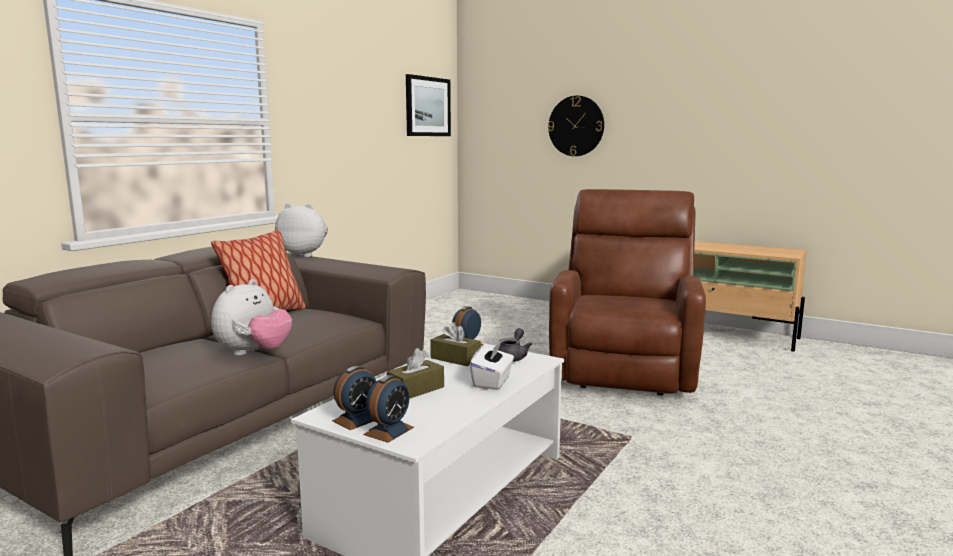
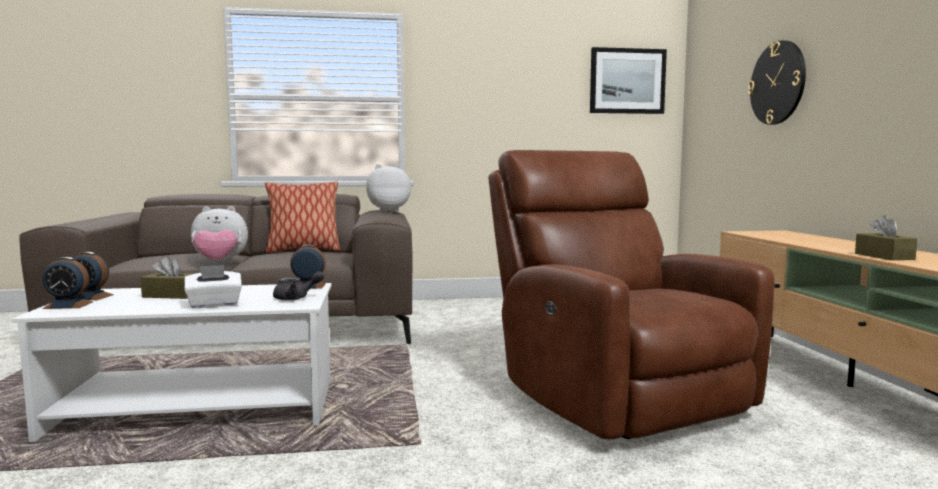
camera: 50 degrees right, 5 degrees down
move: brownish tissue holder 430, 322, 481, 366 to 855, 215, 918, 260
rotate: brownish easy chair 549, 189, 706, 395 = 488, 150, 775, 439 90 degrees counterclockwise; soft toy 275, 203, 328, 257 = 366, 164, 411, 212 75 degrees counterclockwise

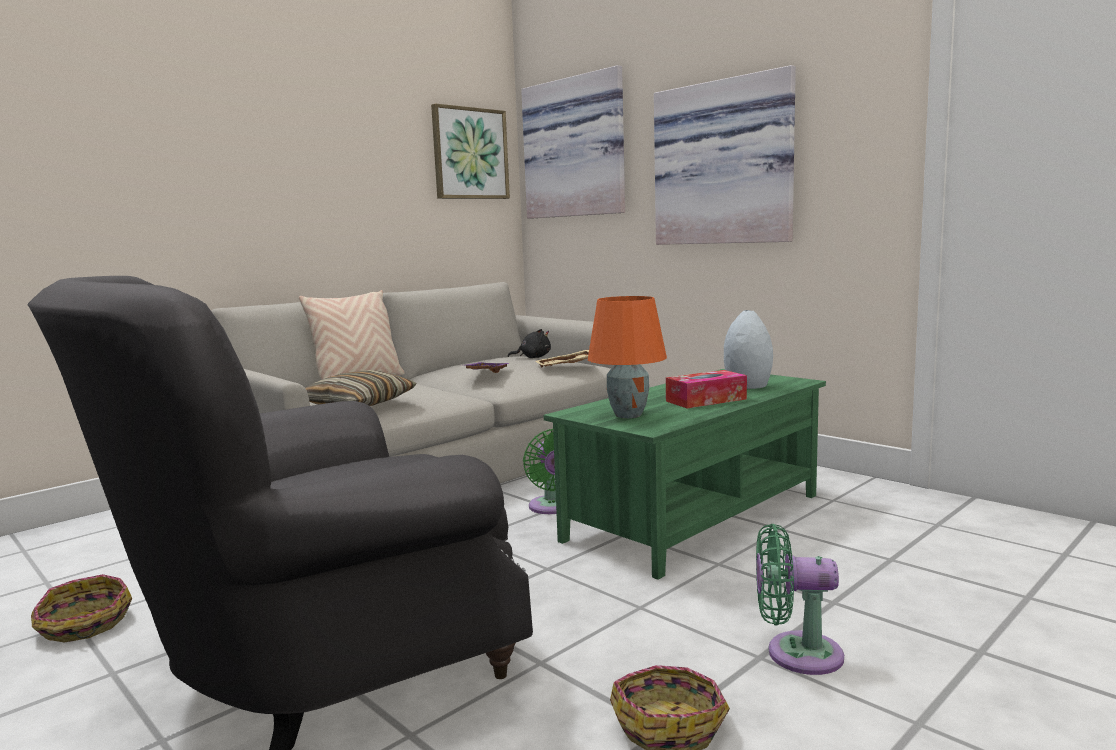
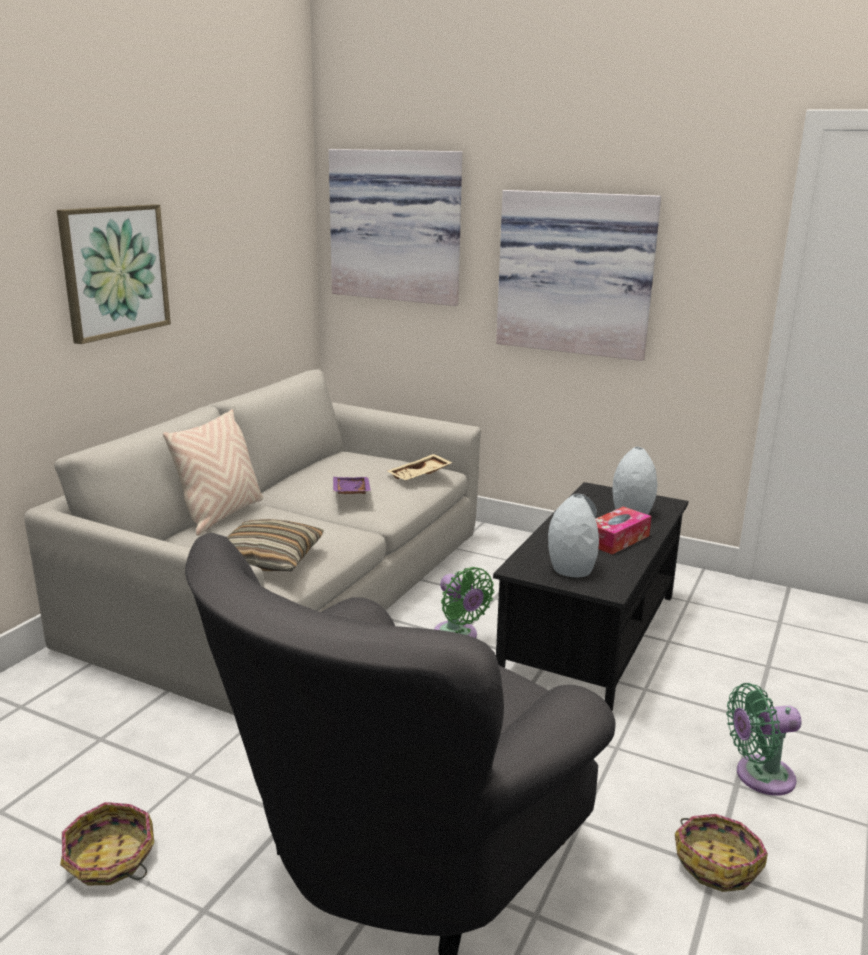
camera: 20 degrees left, 10 degrees up
delete: black-coloured soft toy 508, 329, 551, 358
move: wall art 431, 103, 510, 199 to 57, 204, 171, 344
replace: orangey tabletop lamp 588, 296, 667, 418 to gray vase 548, 494, 599, 577
recolor: greenish low table 544, 369, 826, 580 to black-coloured low table 493, 482, 688, 711

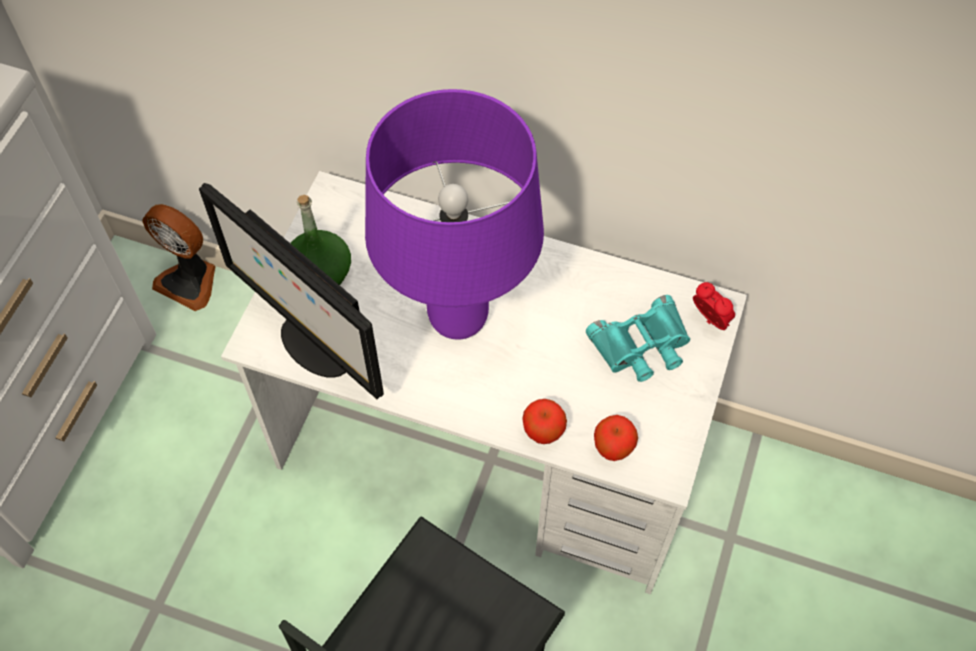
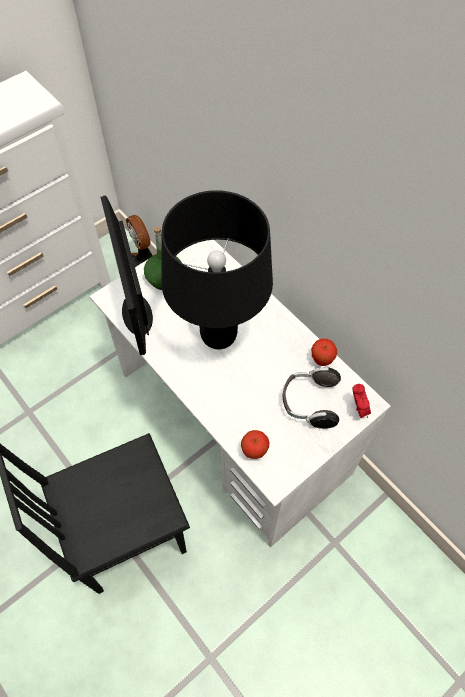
camera: 30 degrees right, 0 degrees up
move: whole apple 522, 399, 567, 444 to 311, 339, 337, 366
replace: blue-green binoculars 586, 295, 690, 382 to headphones 283, 367, 341, 429
recolor: purple-coloured tabletop lamp 365, 89, 544, 340 to black-coloured tabletop lamp 162, 190, 273, 349

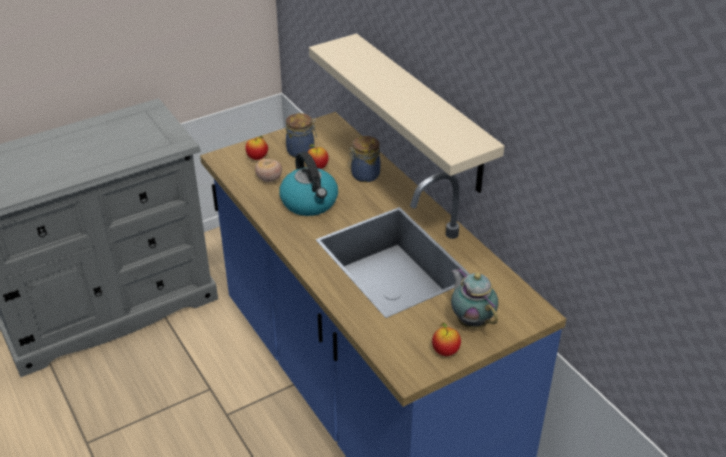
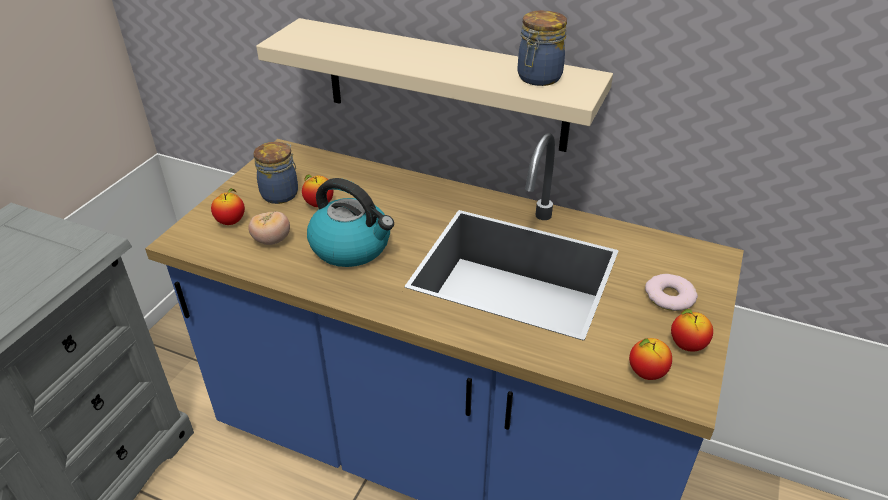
camera: 35 degrees left, 0 degrees up
insert: whole apple 629, 338, 672, 380
move: preserve jar 348, 136, 381, 182 to 518, 10, 567, 86
replace: teapot 451, 268, 498, 329 to doughnut 645, 274, 698, 311

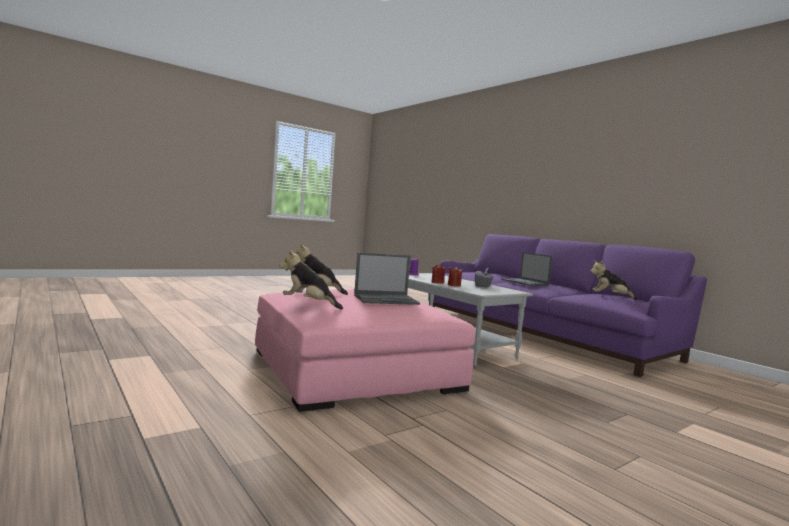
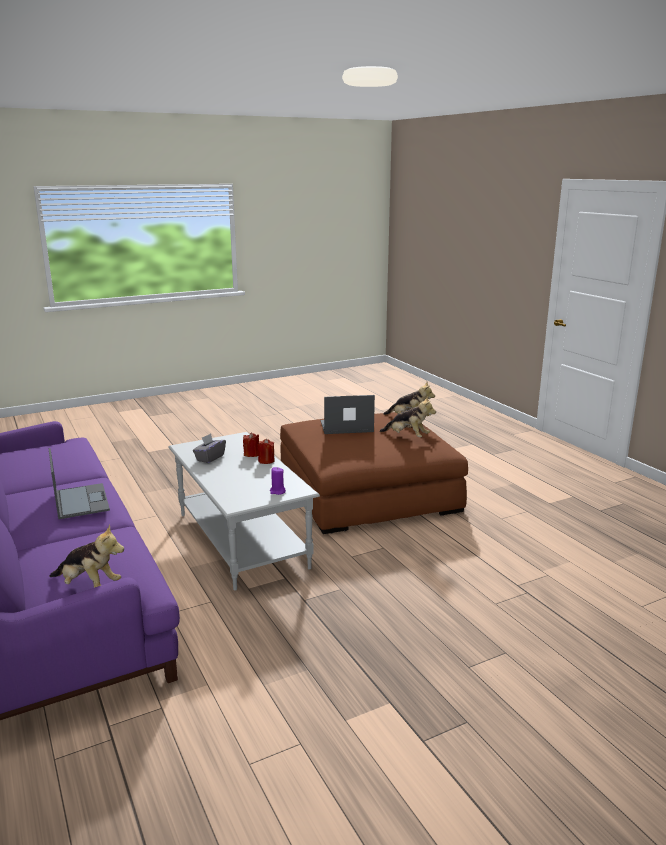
camera: 170 degrees left, 15 degrees up
move: soft toy 590, 260, 638, 300 to 49, 524, 124, 588
recolor: pinkish ottoman 255, 289, 475, 412 to brownish ottoman 280, 412, 468, 534

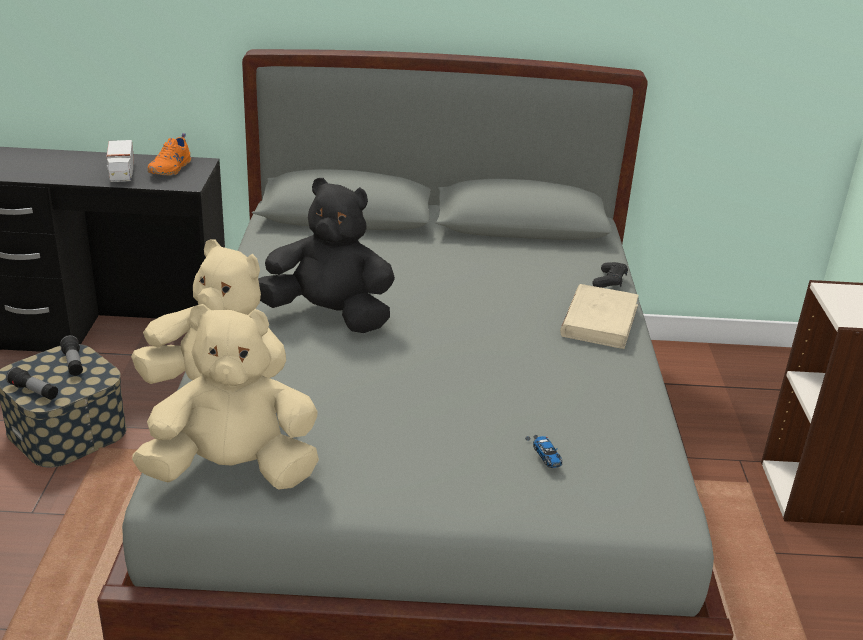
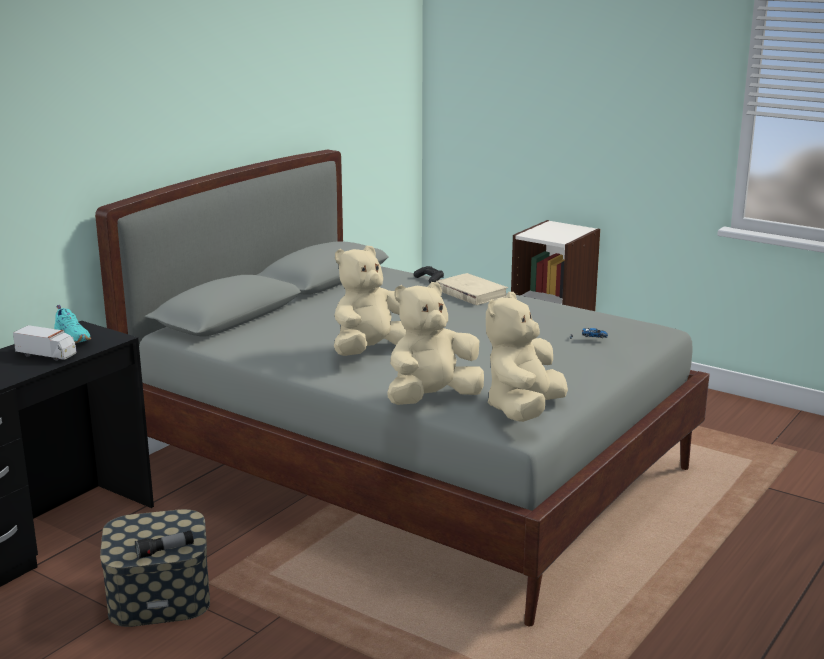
camera: 55 degrees left, 10 degrees down
delete: flashlight 60, 335, 83, 376
recolor: orangey item of footwear 148, 133, 191, 176 to blue-green item of footwear 54, 305, 91, 343; black-coloured soft toy 258, 178, 395, 333 to beige soft toy 334, 246, 406, 356

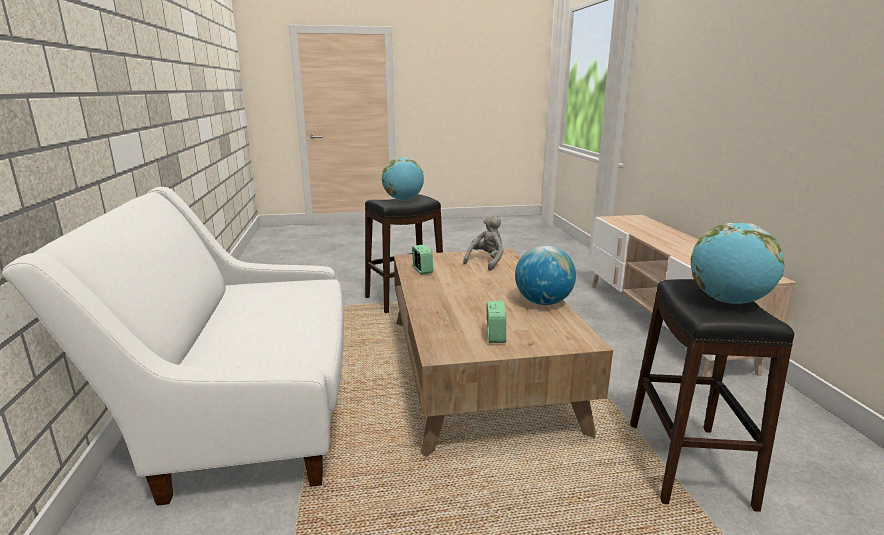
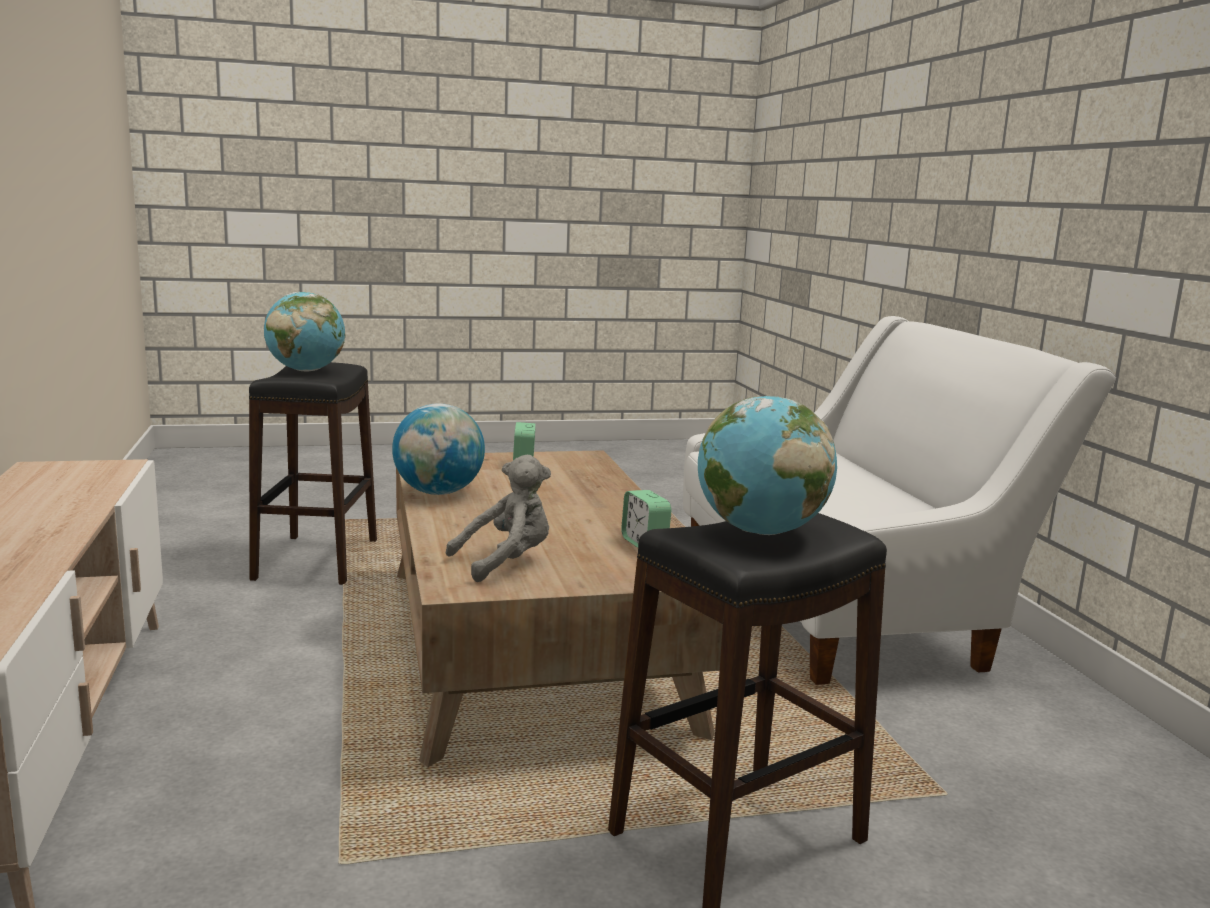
camera: 175 degrees right, 5 degrees down
rotate: gray soft toy 463, 214, 504, 271 = 446, 455, 551, 582 150 degrees counterclockwise

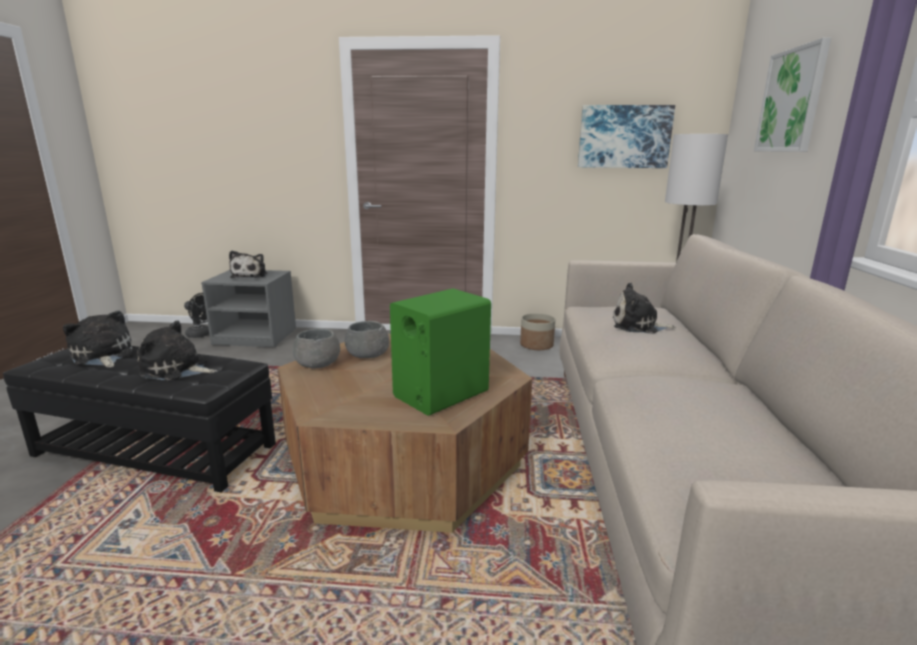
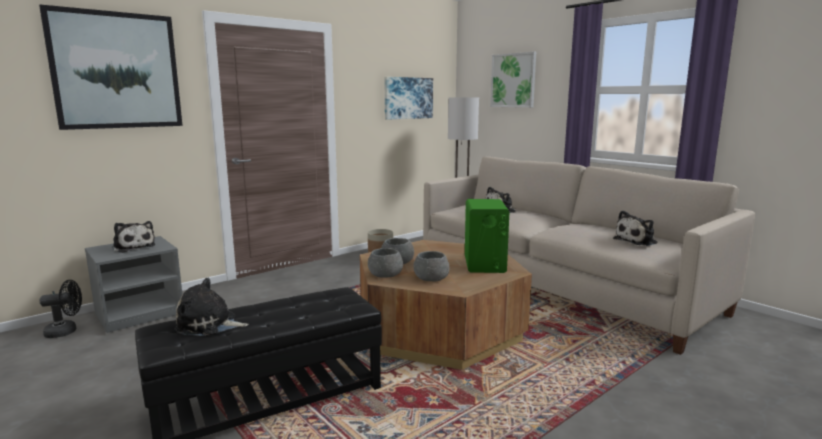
camera: 45 degrees left, 5 degrees down
insert: wall art 39, 5, 183, 130; gray deep dish 414, 251, 450, 281
move: soft toy 137, 320, 216, 380 to 613, 210, 657, 246

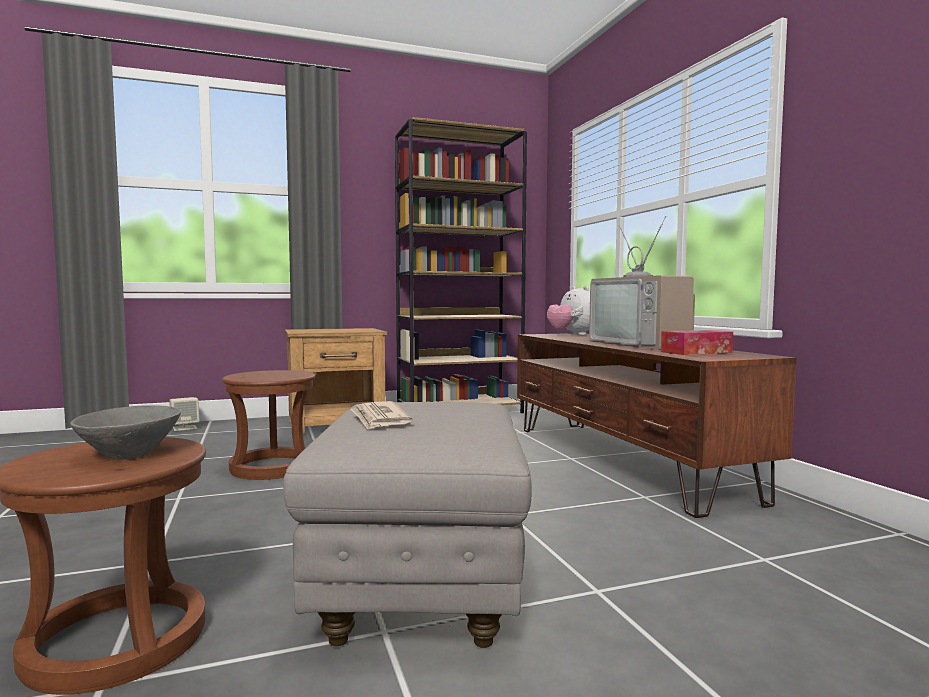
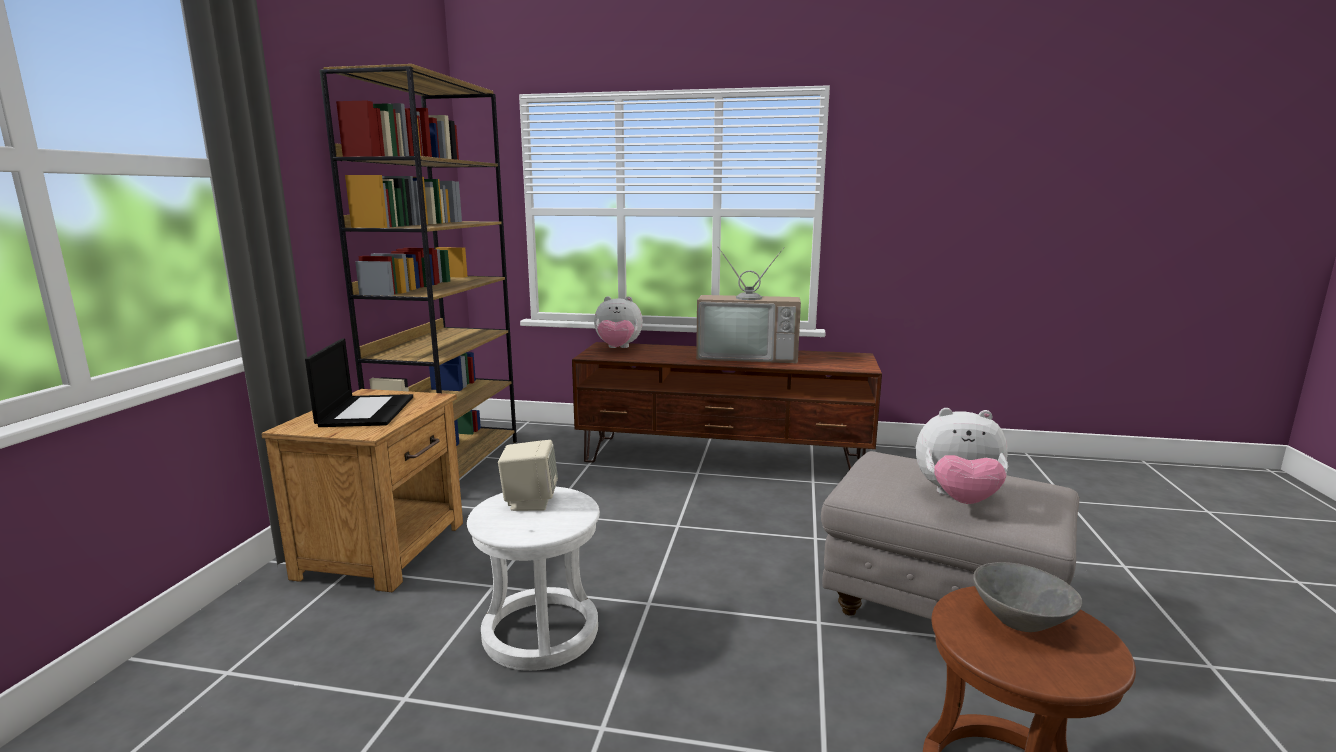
camera: 60 degrees left, 10 degrees up
delete: tissue holder 661, 330, 733, 355
insert: portable computer 305, 338, 413, 427
move: beige audio speaker 169, 397, 200, 431 to 498, 440, 558, 511
replace: printed paper 350, 401, 413, 430 to soft toy 916, 408, 1008, 504
recolor: brownish stool seat 222, 370, 315, 480 to whitish stool seat 467, 487, 600, 671

